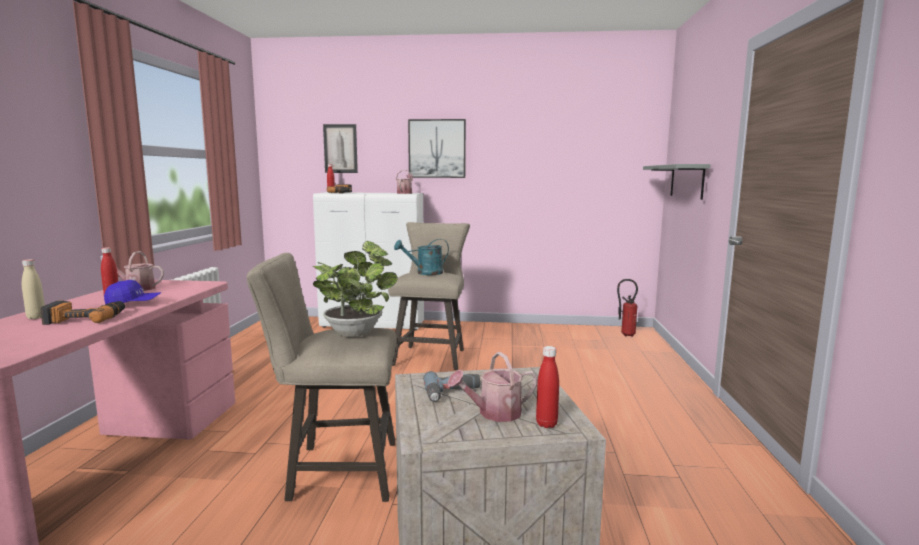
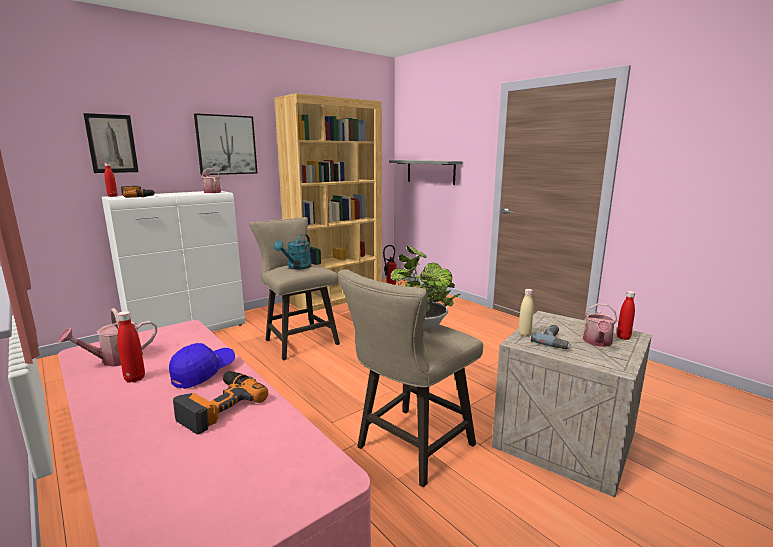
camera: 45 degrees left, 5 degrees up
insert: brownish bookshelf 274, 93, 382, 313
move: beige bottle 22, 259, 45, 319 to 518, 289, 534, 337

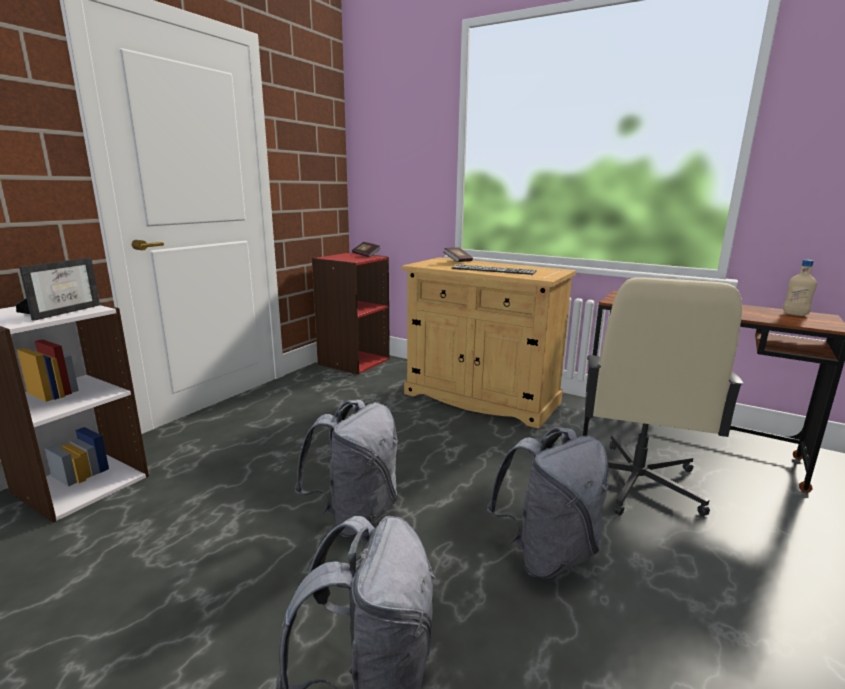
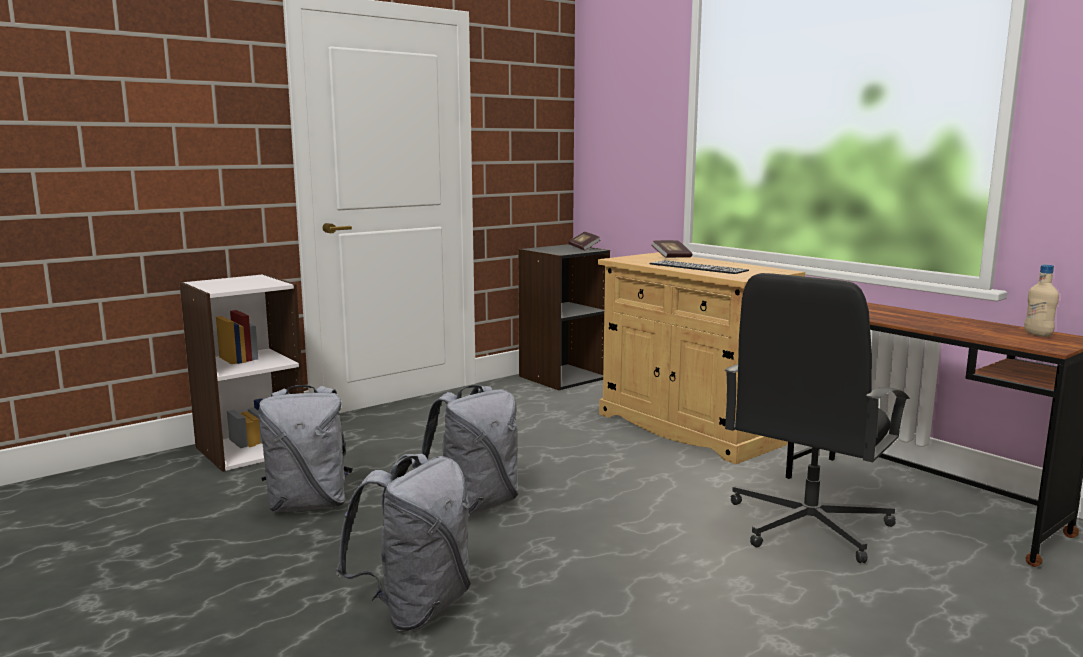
camera: 20 degrees right, 5 degrees down
delete: picture frame 16, 258, 100, 321
move: gray rucksack 487, 427, 609, 578 to 258, 385, 353, 512
recolor: red bookshelf 312, 252, 390, 375 to black-coloured bookshelf 518, 244, 610, 390; beige desk chair 585, 277, 744, 516 to black-coloured desk chair 725, 273, 910, 563

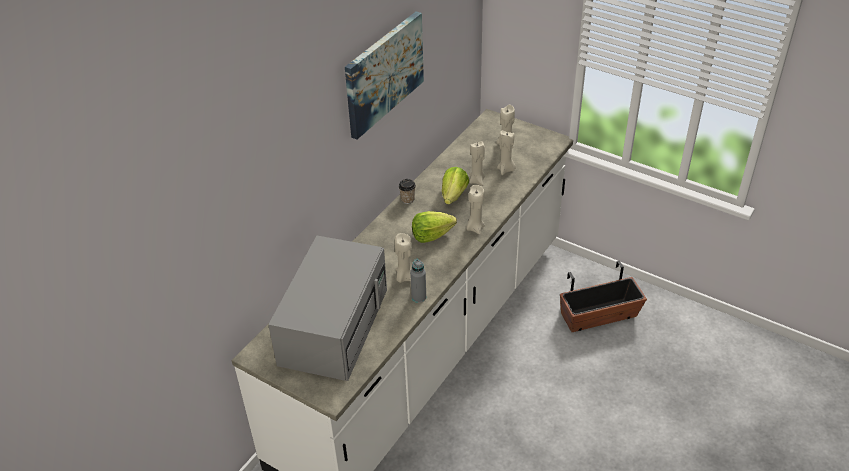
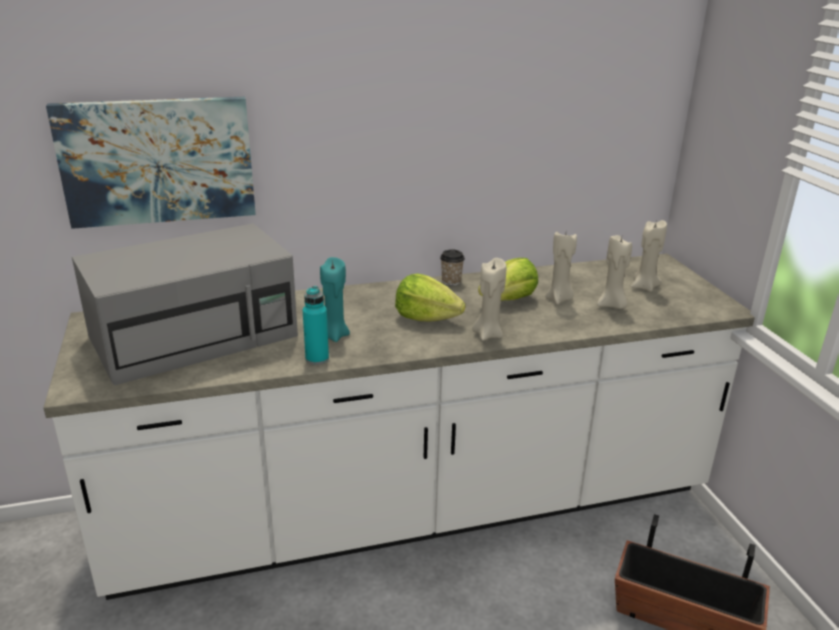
camera: 40 degrees right, 15 degrees down
move: wall art 345, 11, 424, 139 to 46, 97, 256, 229
recolor: beige wax candle 395, 233, 412, 283 to blue-green wax candle 320, 257, 350, 342; gray bottle 410, 259, 426, 303 to blue-green bottle 303, 286, 329, 365

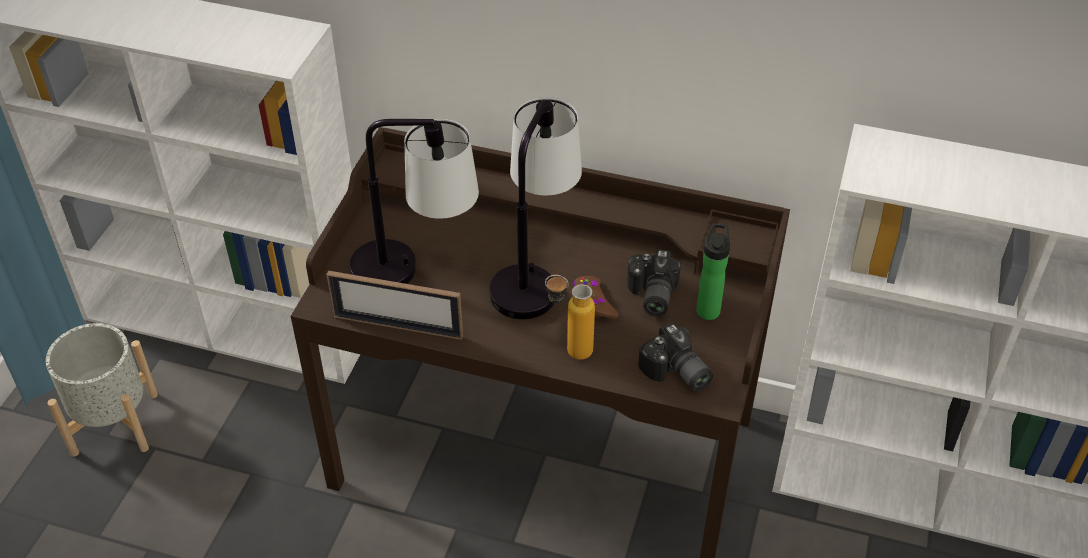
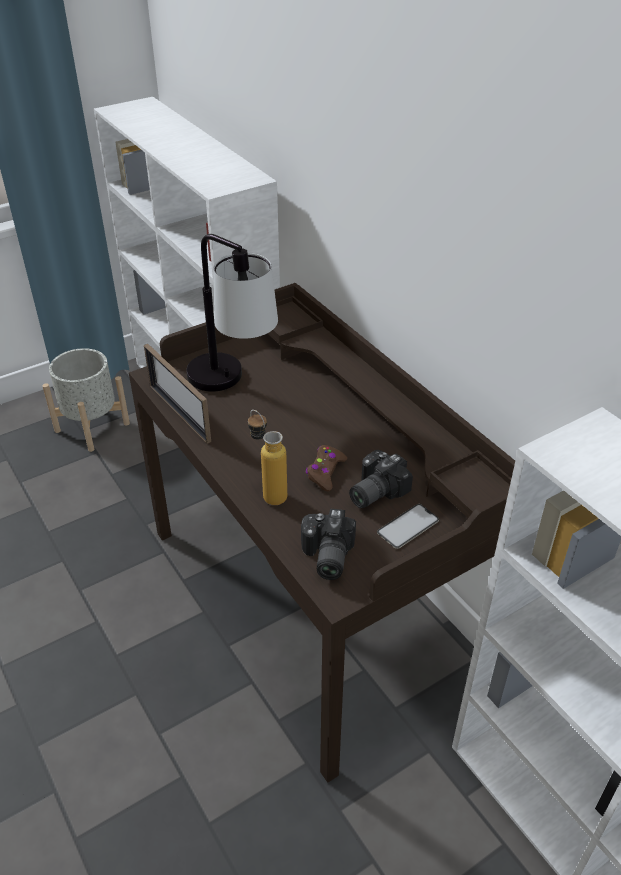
camera: 40 degrees right, 5 degrees down
delete: tabletop lamp 489, 97, 582, 319
replace: bottle 696, 223, 730, 320 to phone 377, 504, 439, 549

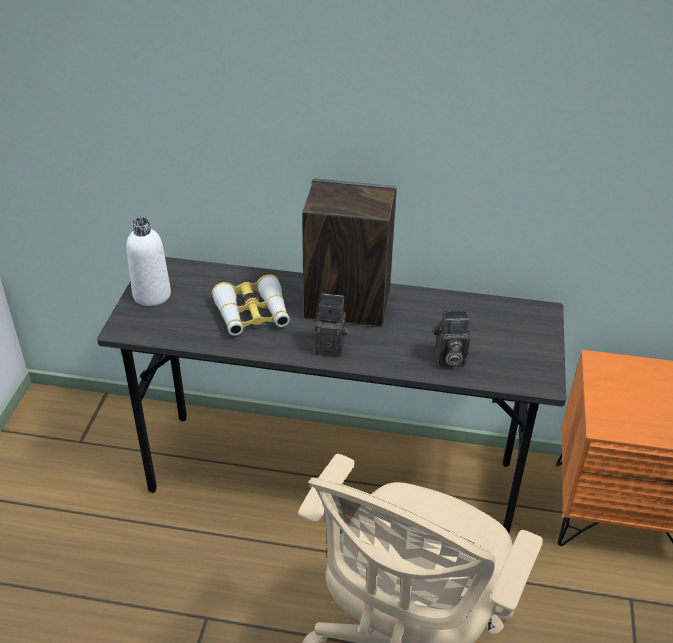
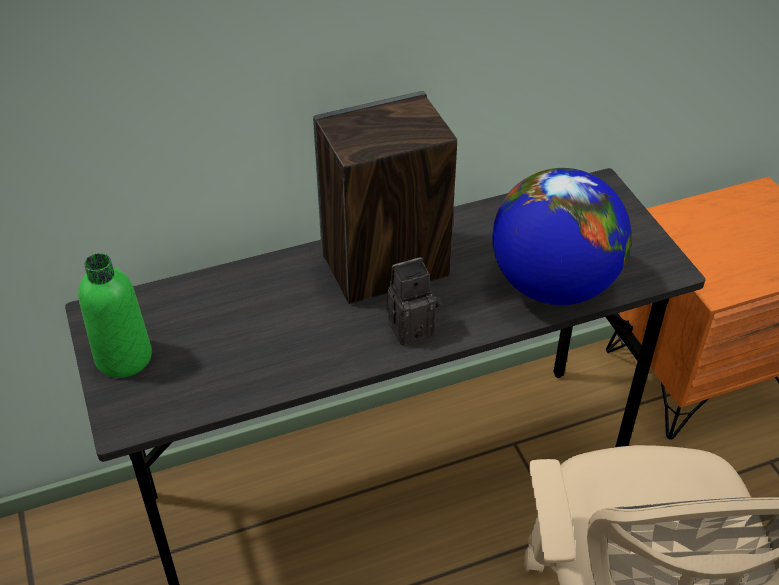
camera: 30 degrees left, 5 degrees up
delete: binoculars 211, 275, 290, 336
replace: photo camera 434, 311, 470, 367 to world globe 492, 168, 631, 305
recolor: whitish bottle 126, 217, 171, 306 to greenish bottle 78, 253, 152, 378

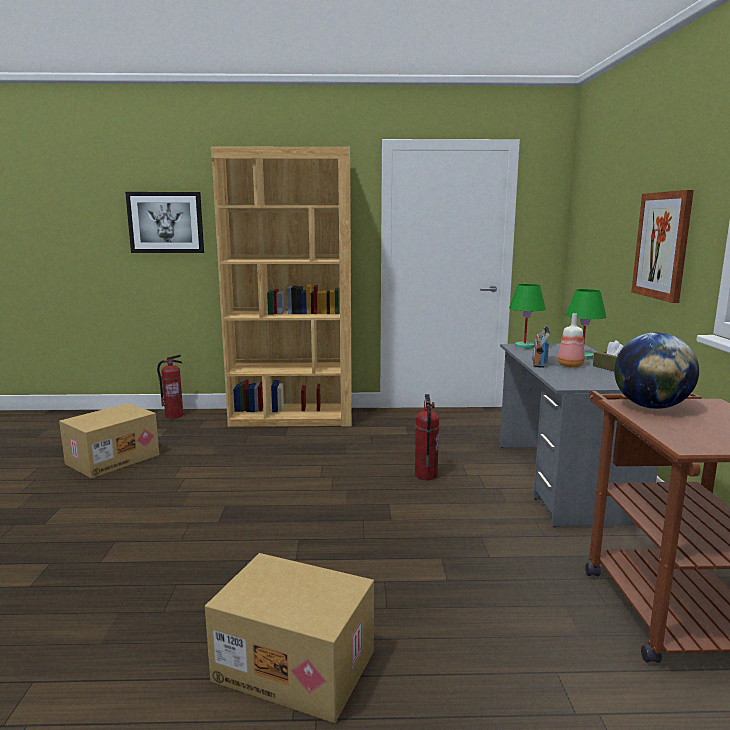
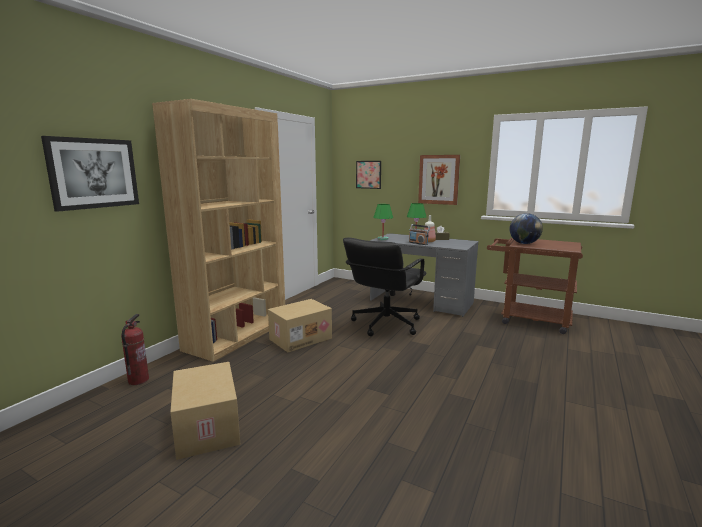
camera: 60 degrees left, 0 degrees up
insert: wall art 356, 161, 381, 189
move: carton 205, 553, 374, 723 to 268, 299, 332, 352
replace: fire-fighting cylinder 415, 394, 440, 480 to black-coloured desk chair 343, 238, 426, 336

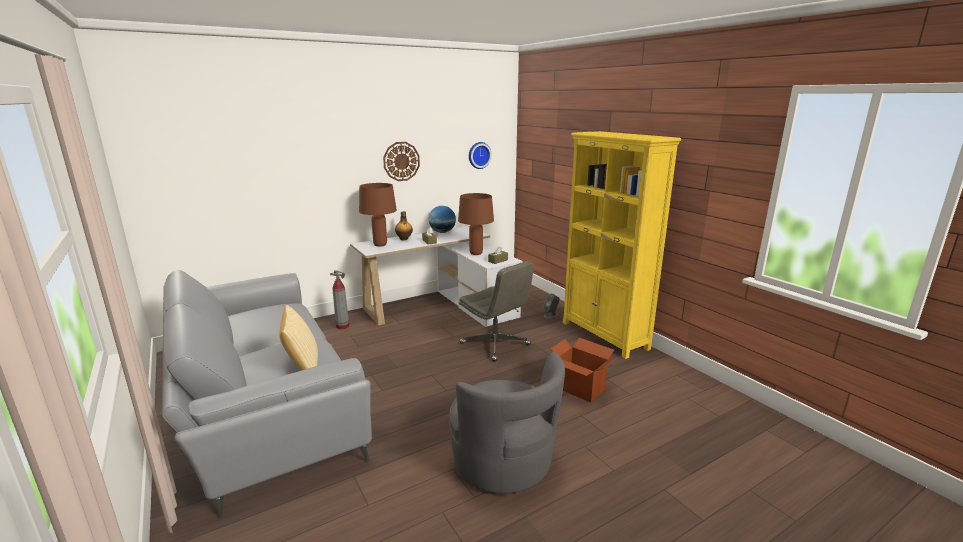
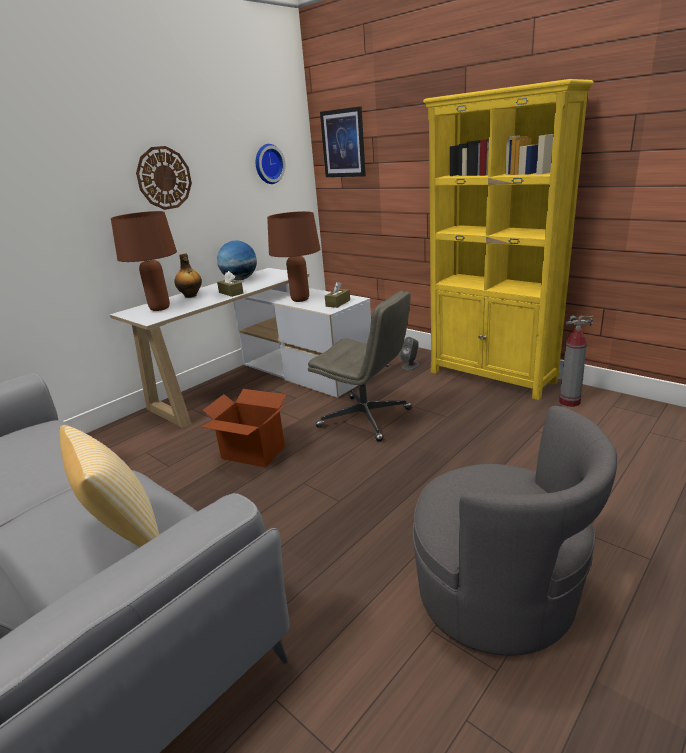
camera: 15 degrees left, 5 degrees up
insert: wall art 320, 106, 366, 177
move: fire-fighting cylinder 330, 270, 349, 329 to 559, 316, 593, 407; carton 551, 338, 617, 403 to 202, 389, 288, 468

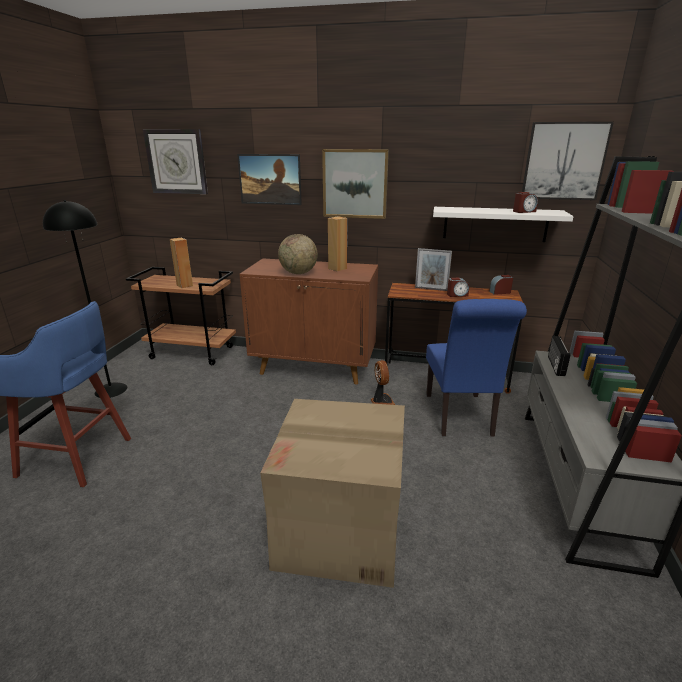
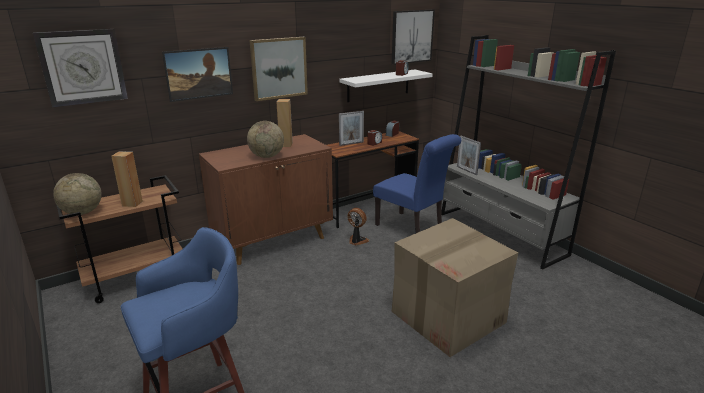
camera: 45 degrees left, 0 degrees up
delete: black-coloured standard lamp 43, 200, 127, 398
insert: world globe 53, 173, 102, 215
replace: radio 548, 336, 571, 376 to picture frame 457, 136, 481, 175

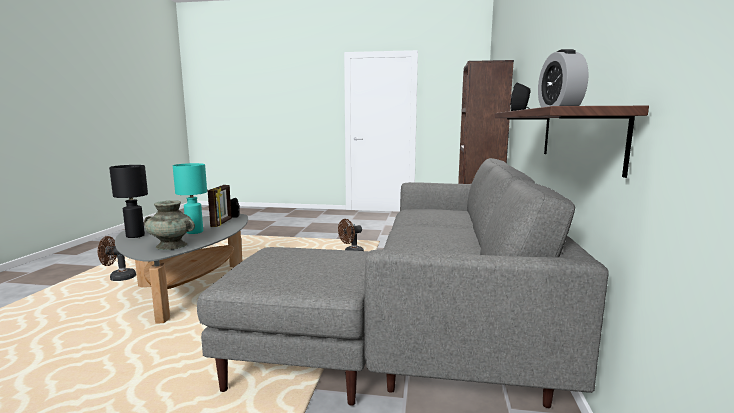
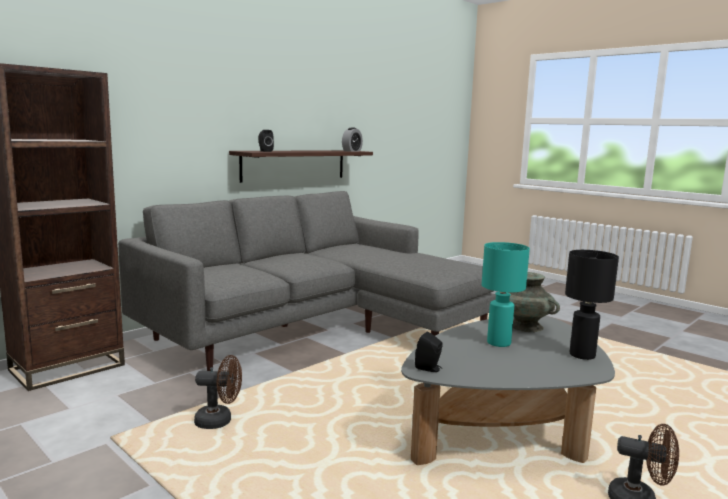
camera: 145 degrees left, 0 degrees up
delete: picture frame 208, 185, 232, 227

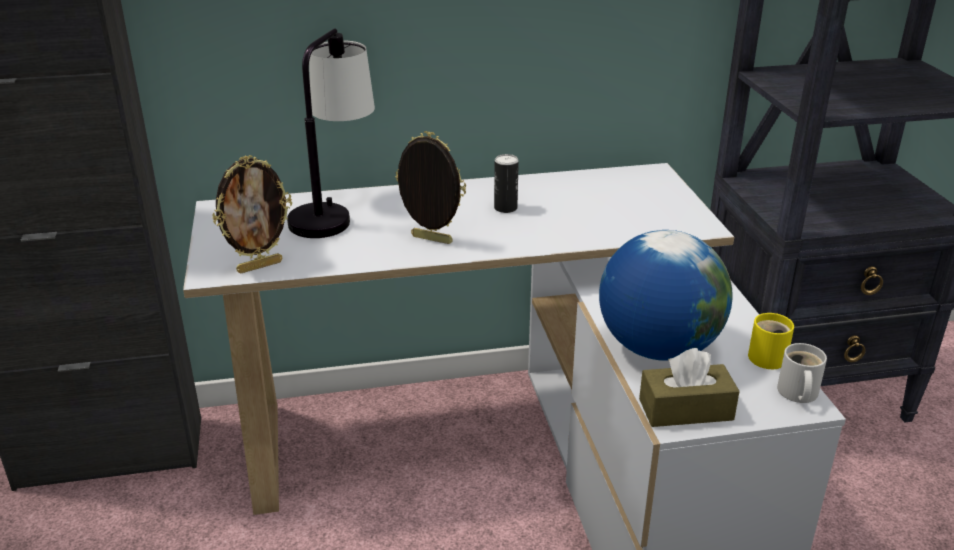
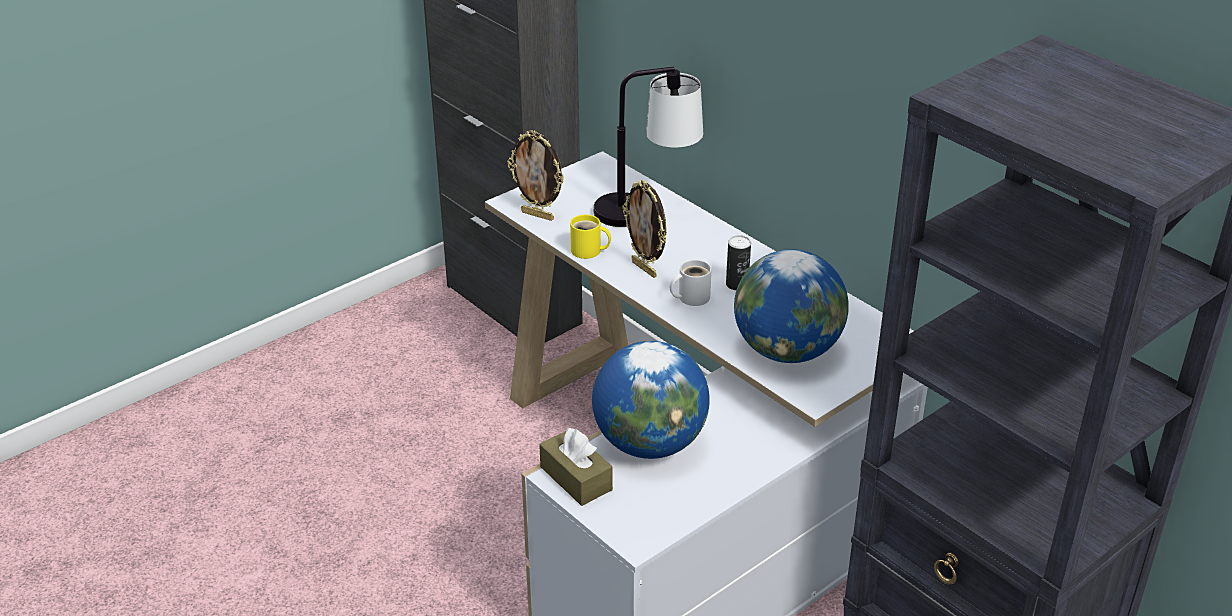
camera: 60 degrees right, 5 degrees up
insert: world globe 734, 249, 849, 363
move: yellow-coloured coffee mug 748, 313, 794, 369 to 570, 215, 611, 259; whitish coffee mug 777, 343, 827, 403 to 670, 260, 712, 306
rotate: picture frame 395, 131, 466, 244 = 623, 180, 666, 278 150 degrees clockwise

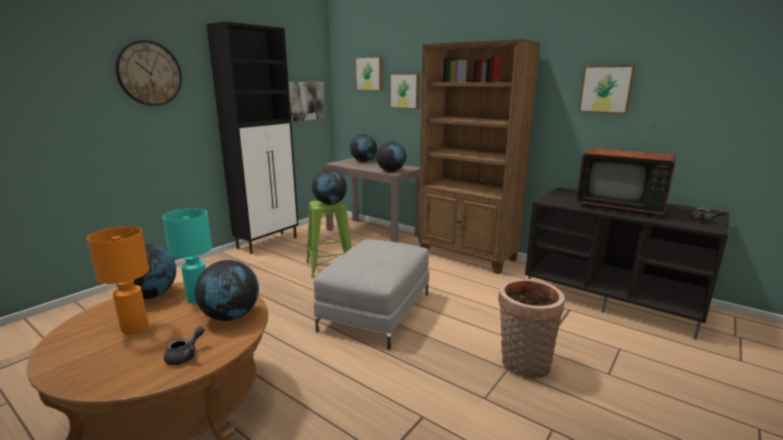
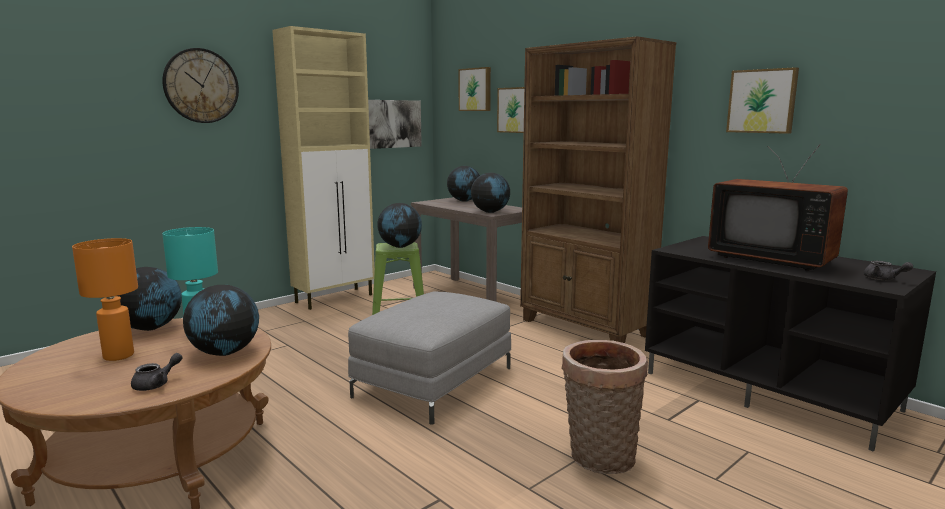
camera: 10 degrees right, 5 degrees down
recolor: black-coloured storage cabinet 207, 21, 299, 254 to beige storage cabinet 272, 26, 375, 310

